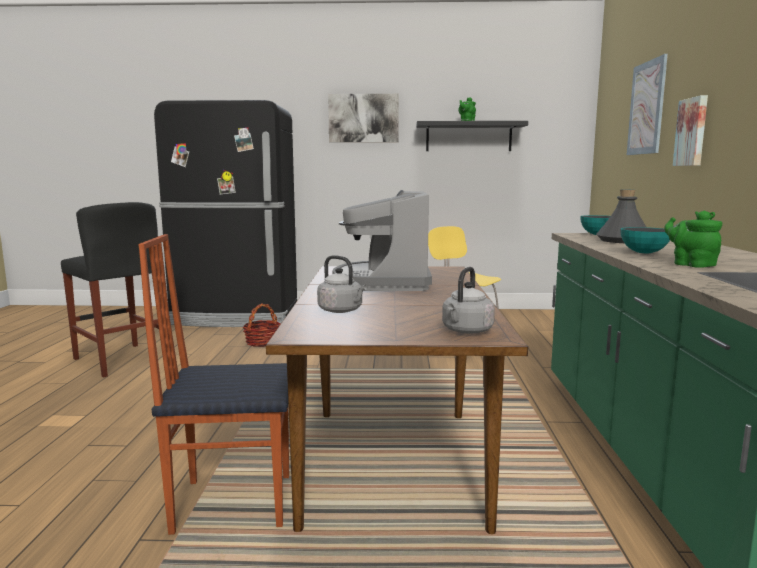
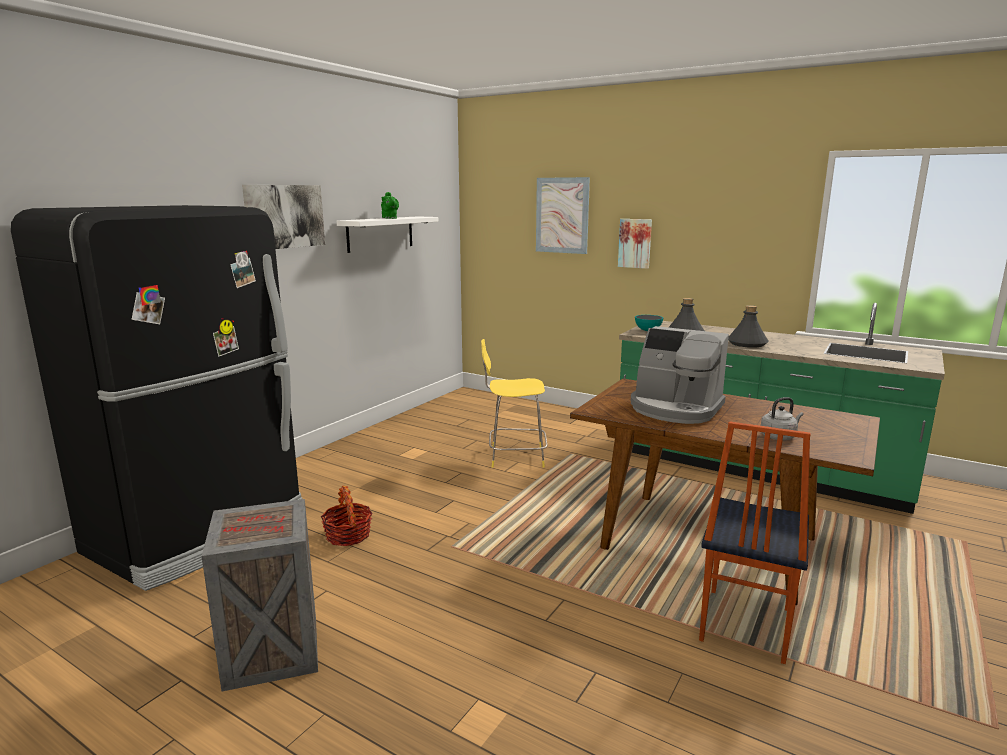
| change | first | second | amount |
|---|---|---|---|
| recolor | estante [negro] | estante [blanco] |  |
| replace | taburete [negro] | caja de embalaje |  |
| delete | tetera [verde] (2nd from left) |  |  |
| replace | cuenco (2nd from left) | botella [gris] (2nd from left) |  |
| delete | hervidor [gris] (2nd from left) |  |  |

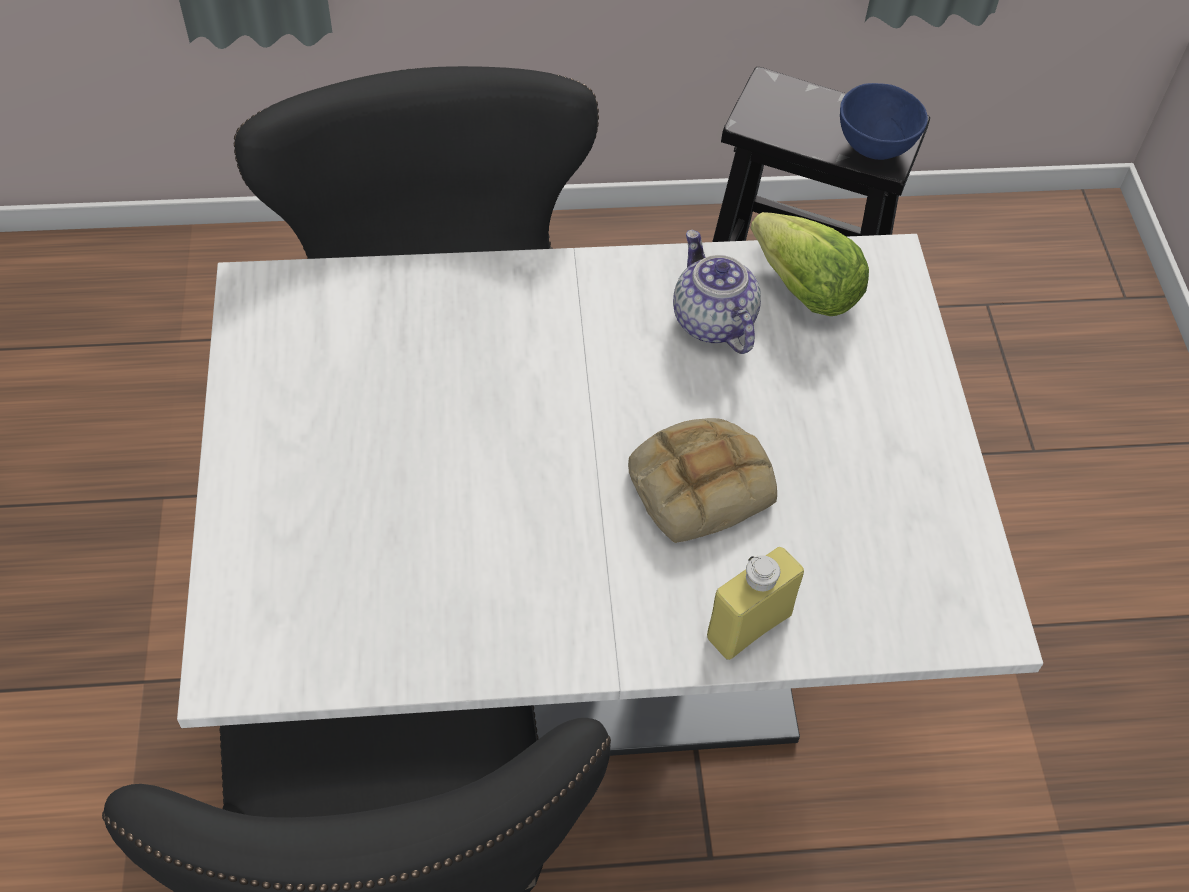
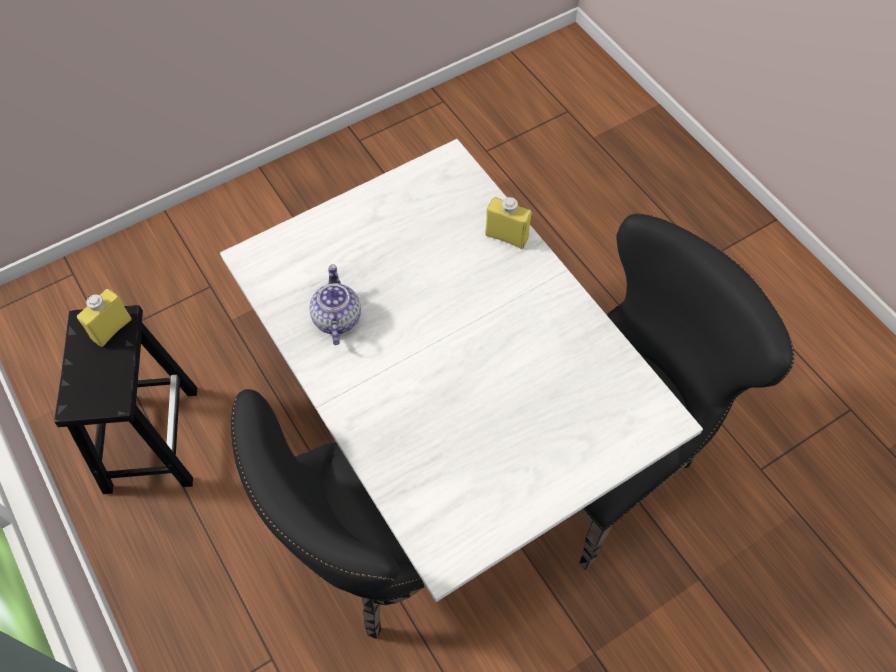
| change | first | second | amount |
|---|---|---|---|
| replace | cuenco [azul] | botella [amarillo] (1st from left) |  |
| delete | lechuga |  |  |
| rotate | tetera |  | 135 degrees clockwise |
| delete | pan |  |  |

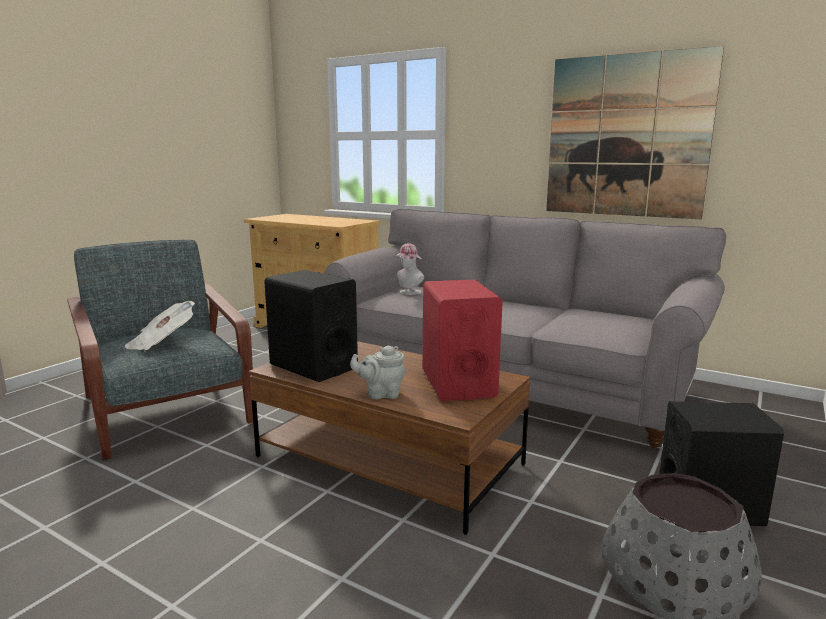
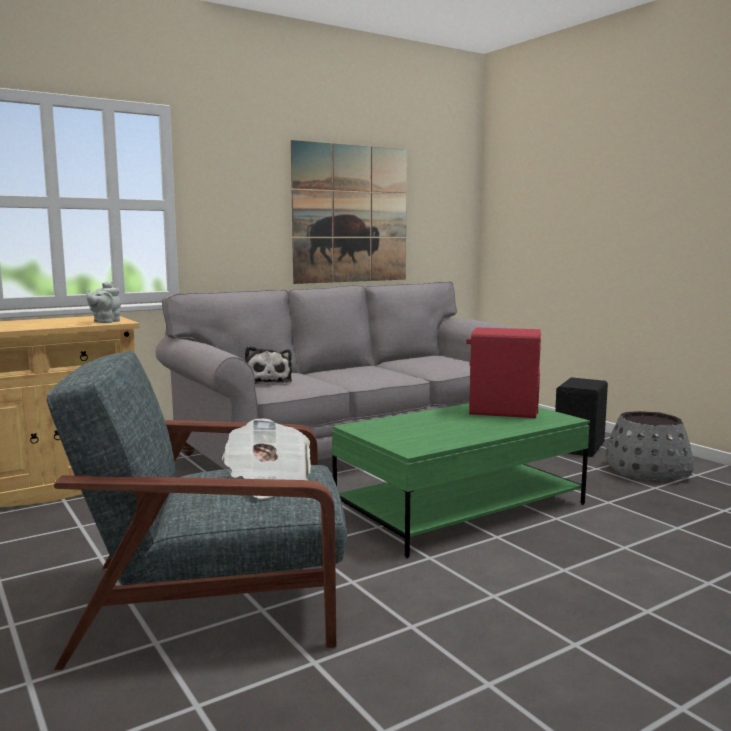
| change | first | second | amount |
|---|---|---|---|
| replace | sombrero | peluche |  |
| delete | altavoz [negro] (1st from left) |  |  |
| recolor | mesa de centro [marrón] | mesa de centro [verde] |  |
| move | tetera [gris] |  |  |

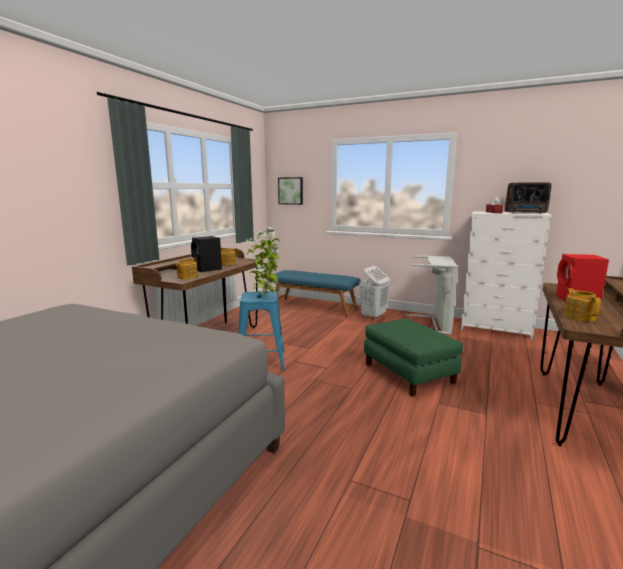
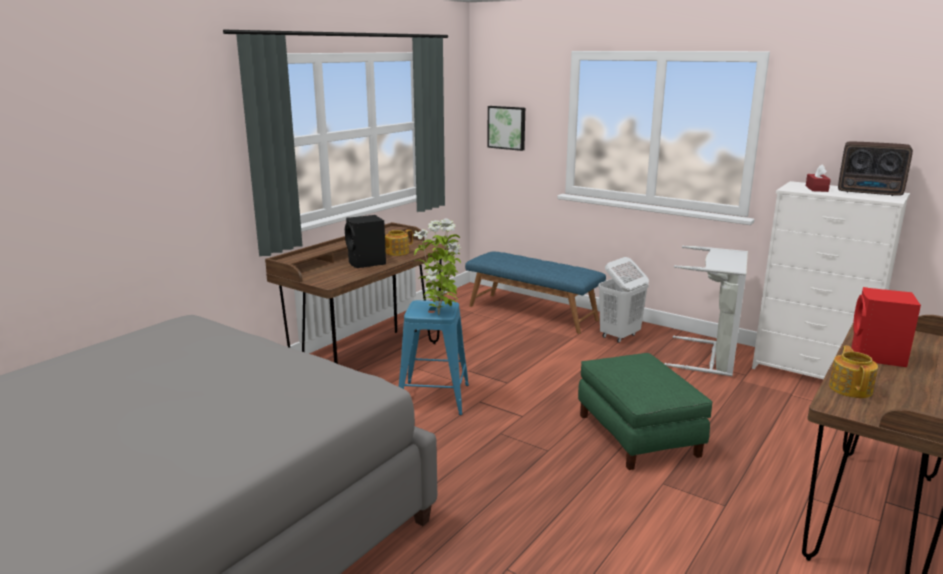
| change | first | second | amount |
|---|---|---|---|
| delete | tetera (1st from left) |  |  |

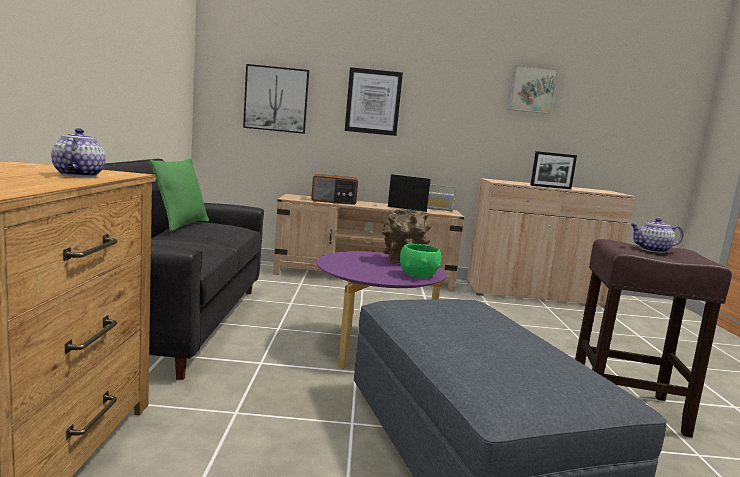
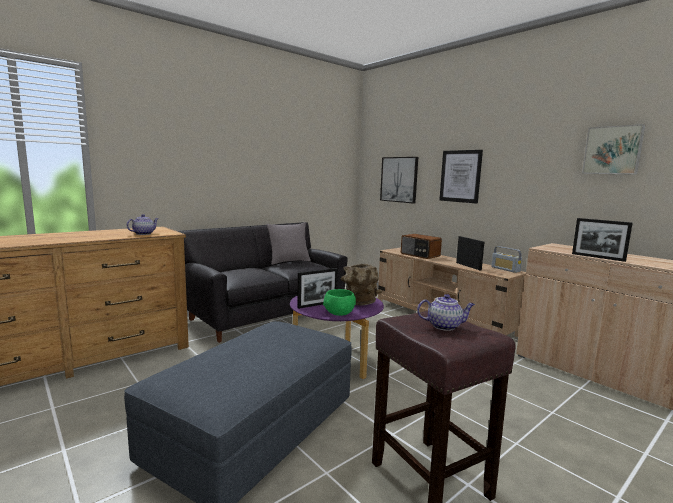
| change | first | second | amount |
|---|---|---|---|
| recolor | cojín [verde] | cojín [gris] |  |
| rotate | tetera (2nd from left) |  | 135 degrees clockwise |
| insert |  | portarretratos (1st from left) |  |

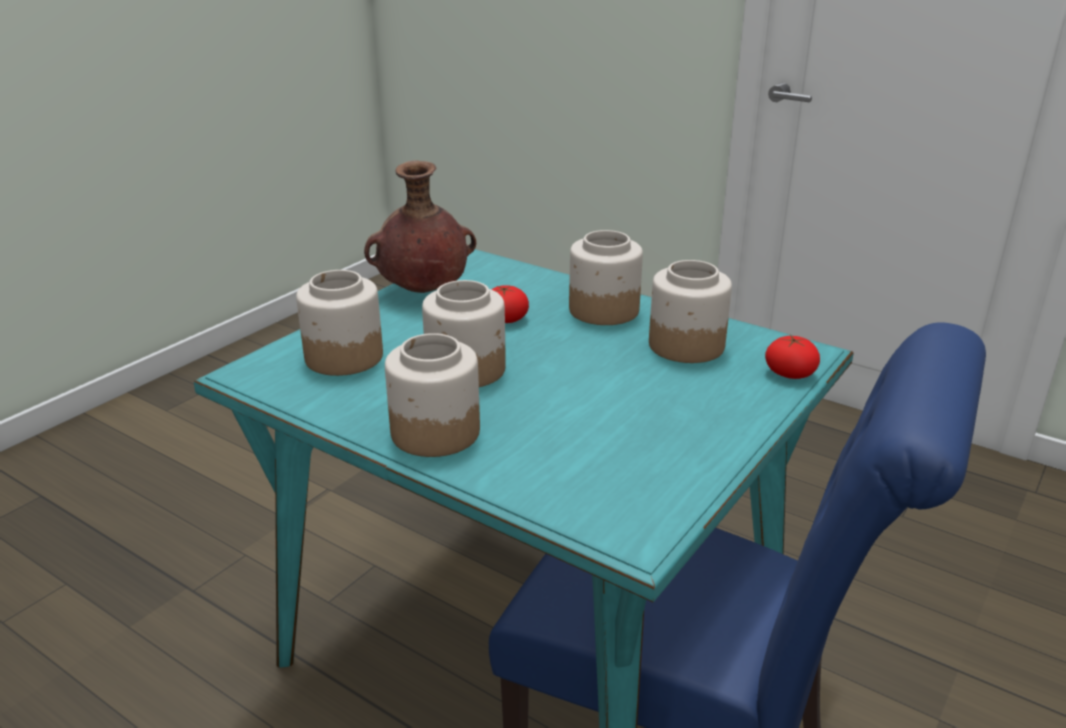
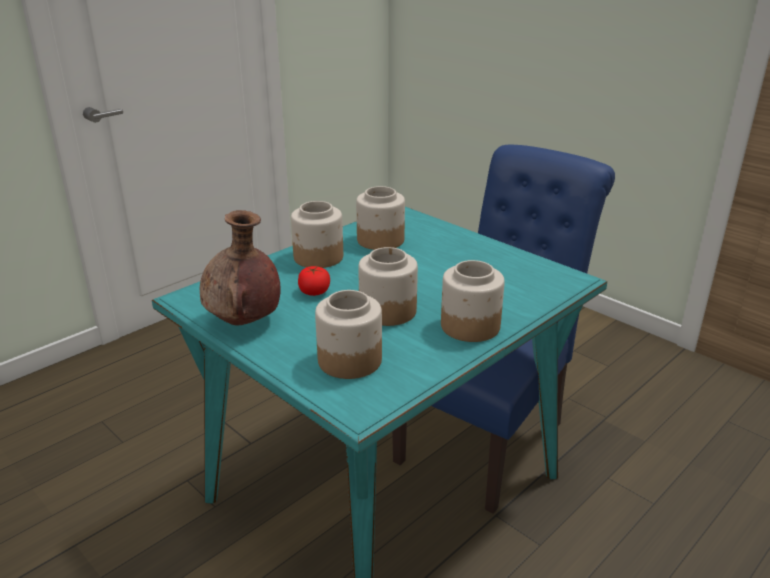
| change | first | second | amount |
|---|---|---|---|
| delete | tomate (2nd from left) |  |  |

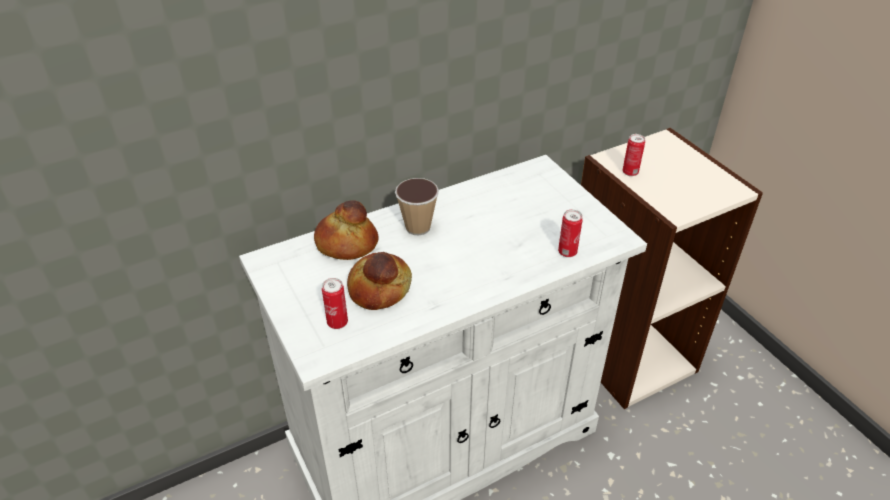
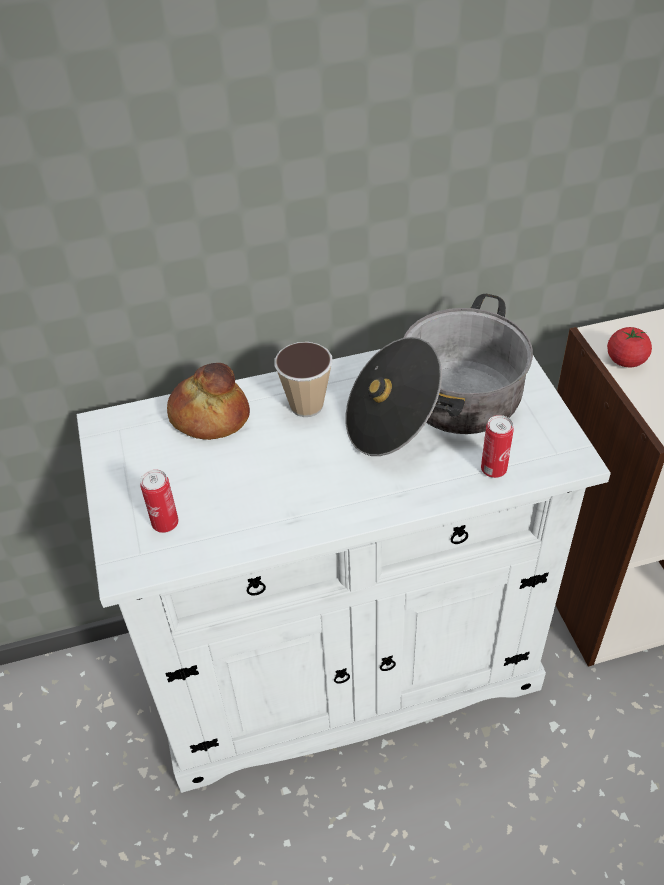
| change | first | second | amount |
|---|---|---|---|
| replace | lata (3rd from left) | tomate |  |
| delete | pan (2nd from left) |  |  |
| insert |  | olla |  |

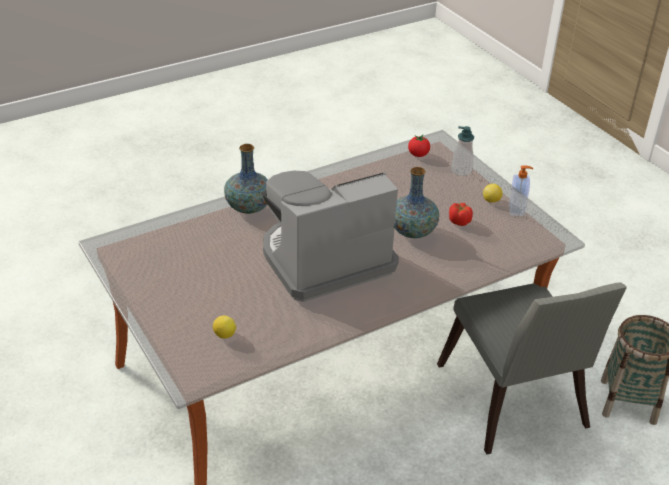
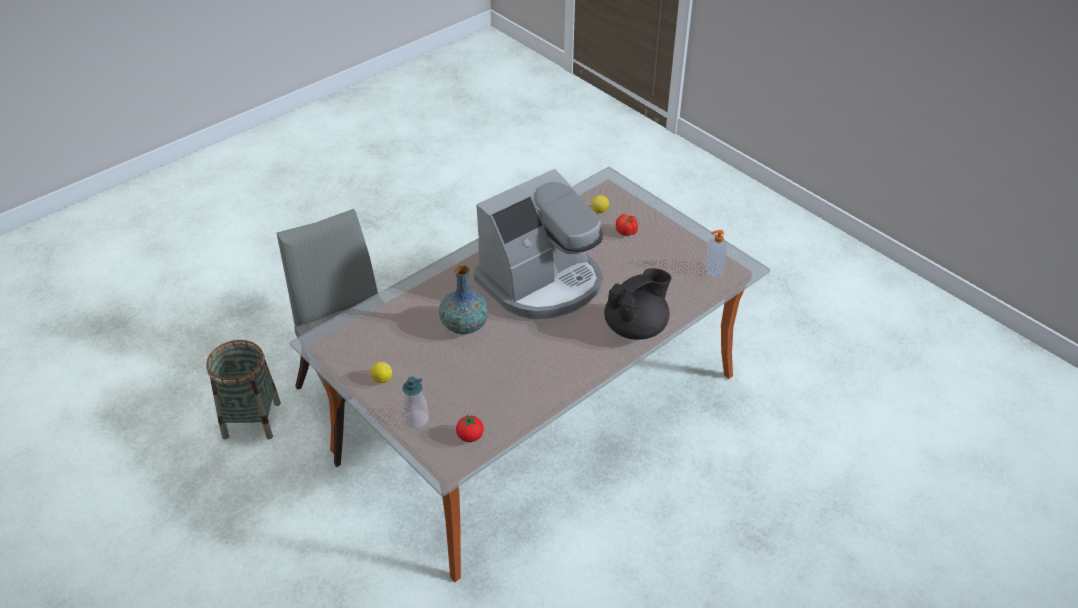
| change | first | second | amount |
|---|---|---|---|
| replace | florero (1st from left) | tetera [negro] |  |
| move | dispensador de jabón (2nd from left) |  |  |
| move | tomate (2nd from left) |  |  |

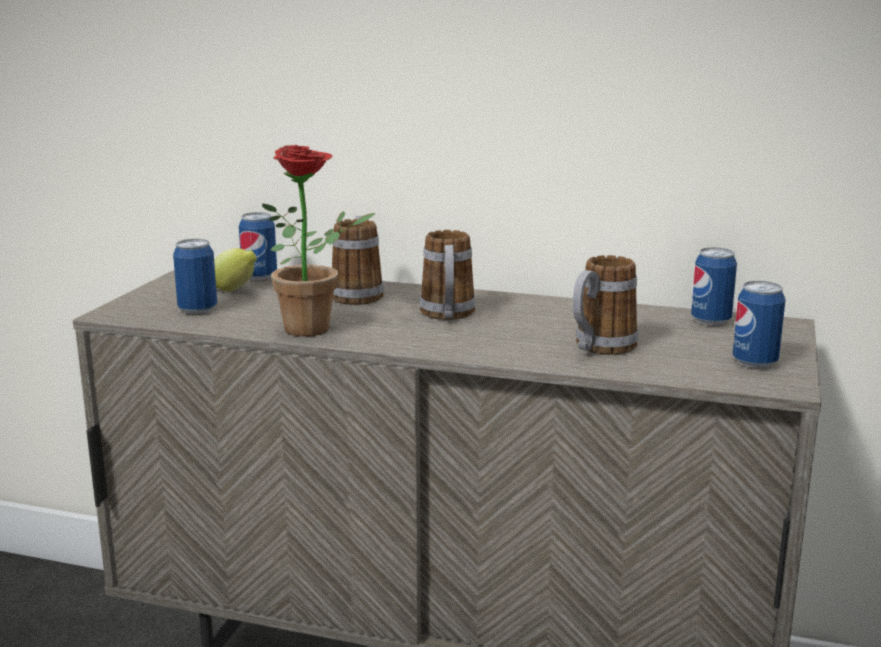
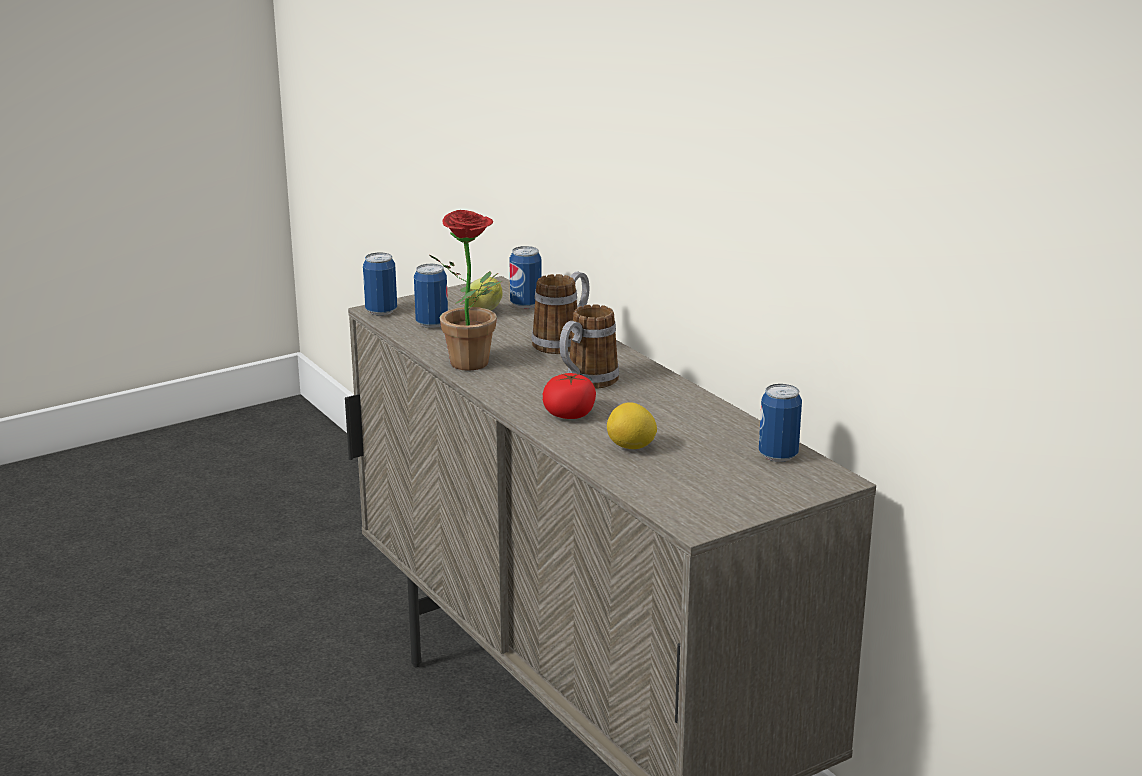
| change | first | second | amount |
|---|---|---|---|
| replace | taza grande (3rd from left) | limón (2nd from left) |  |
| move | lata (4th from left in the first image) | lata (1st from left) |  |
| insert |  | tomate |  |

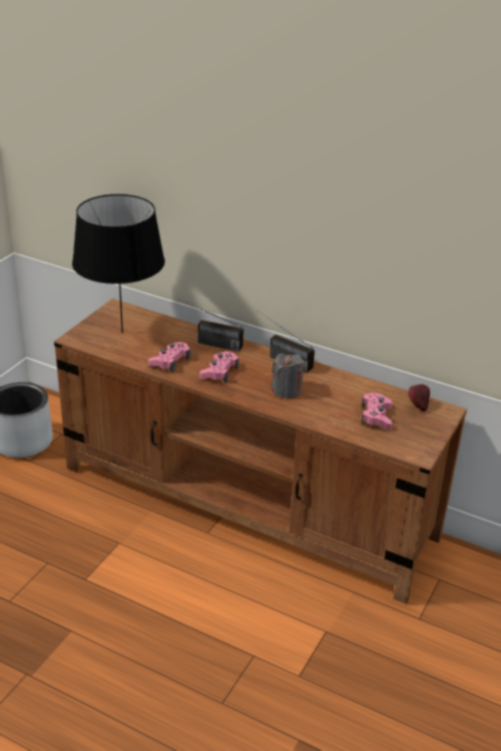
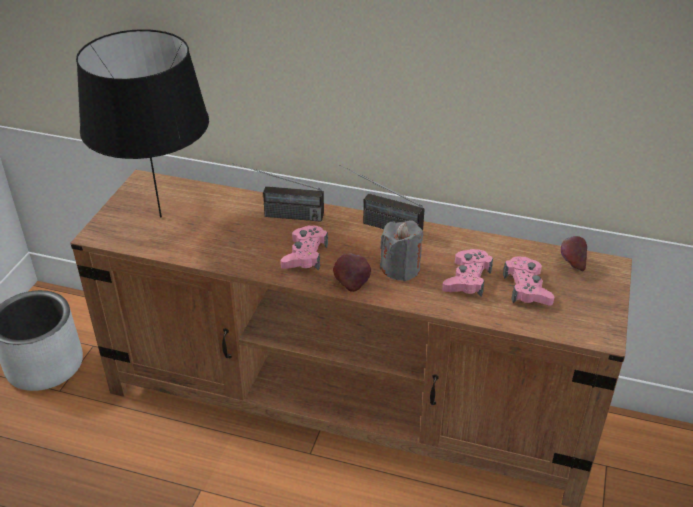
| change | first | second | amount |
|---|---|---|---|
| move | mando de consola [rosa] (1st from left in the first image) | mando de consola [rosa] (2nd from left) |  |
| insert |  | manzana (1st from left) |  |

